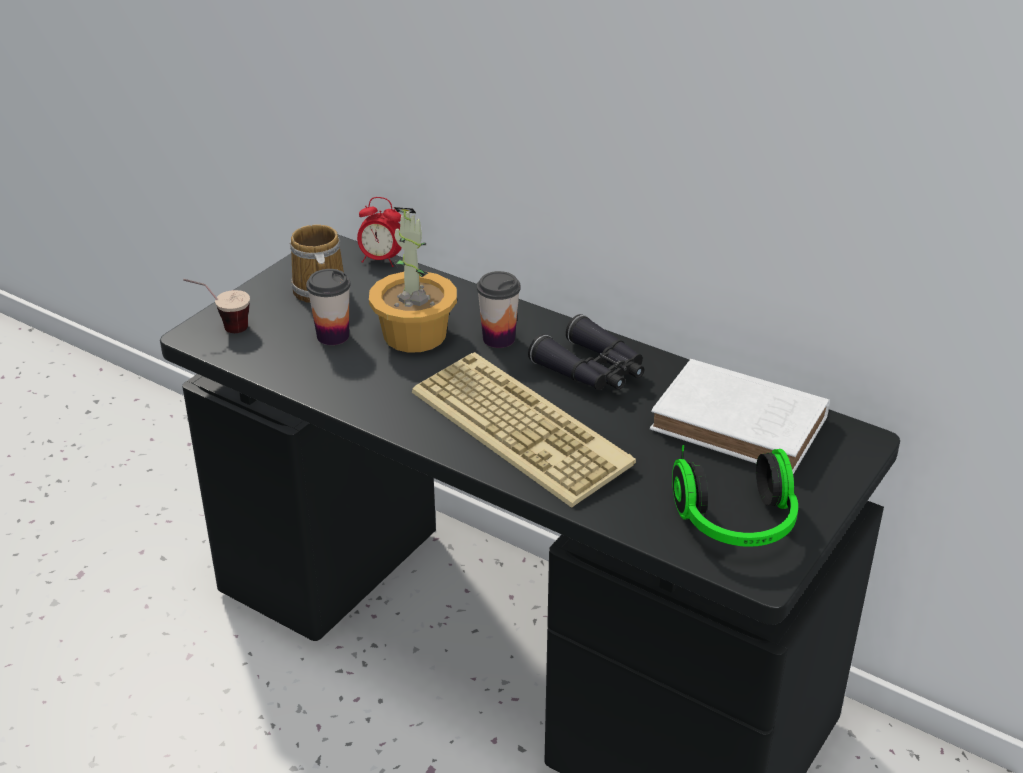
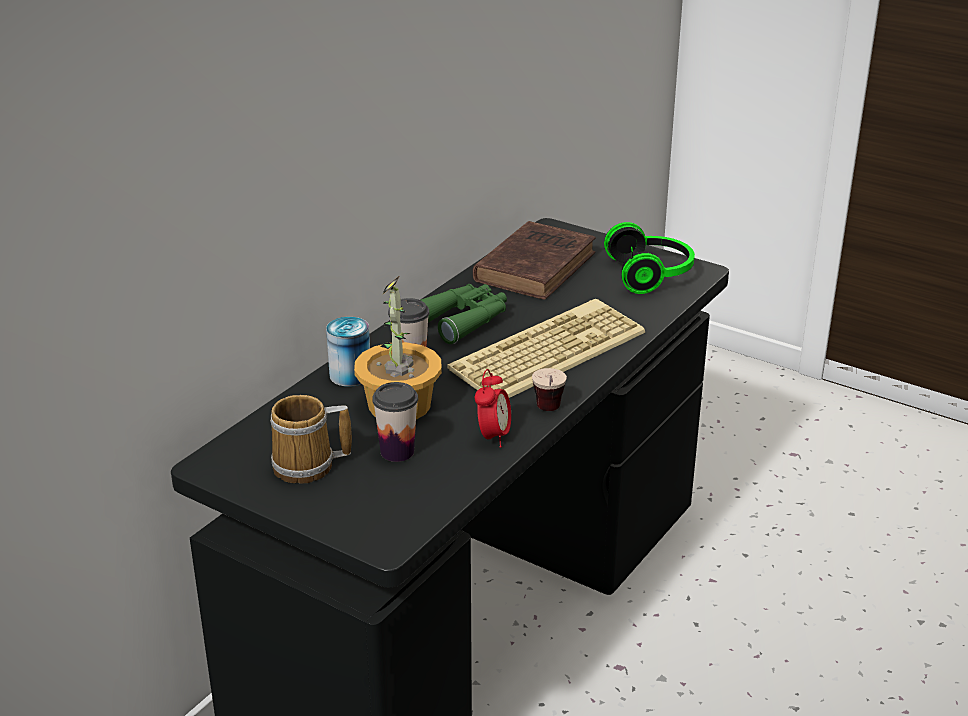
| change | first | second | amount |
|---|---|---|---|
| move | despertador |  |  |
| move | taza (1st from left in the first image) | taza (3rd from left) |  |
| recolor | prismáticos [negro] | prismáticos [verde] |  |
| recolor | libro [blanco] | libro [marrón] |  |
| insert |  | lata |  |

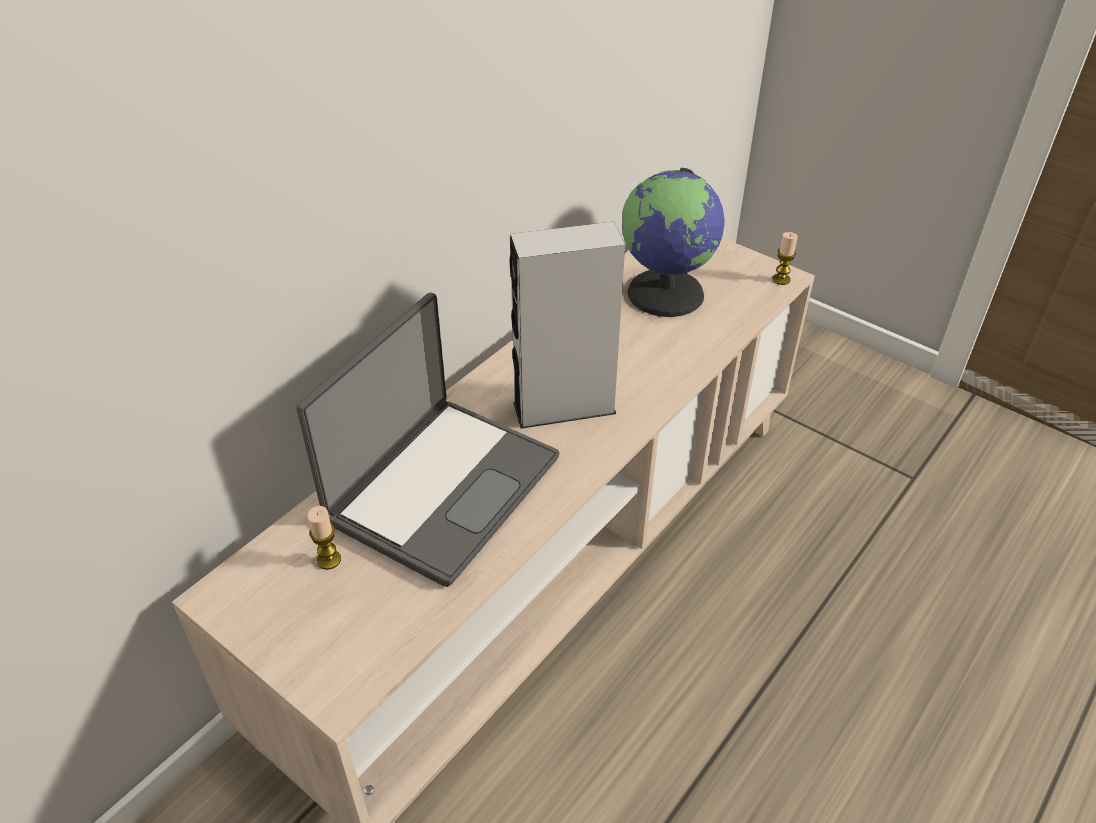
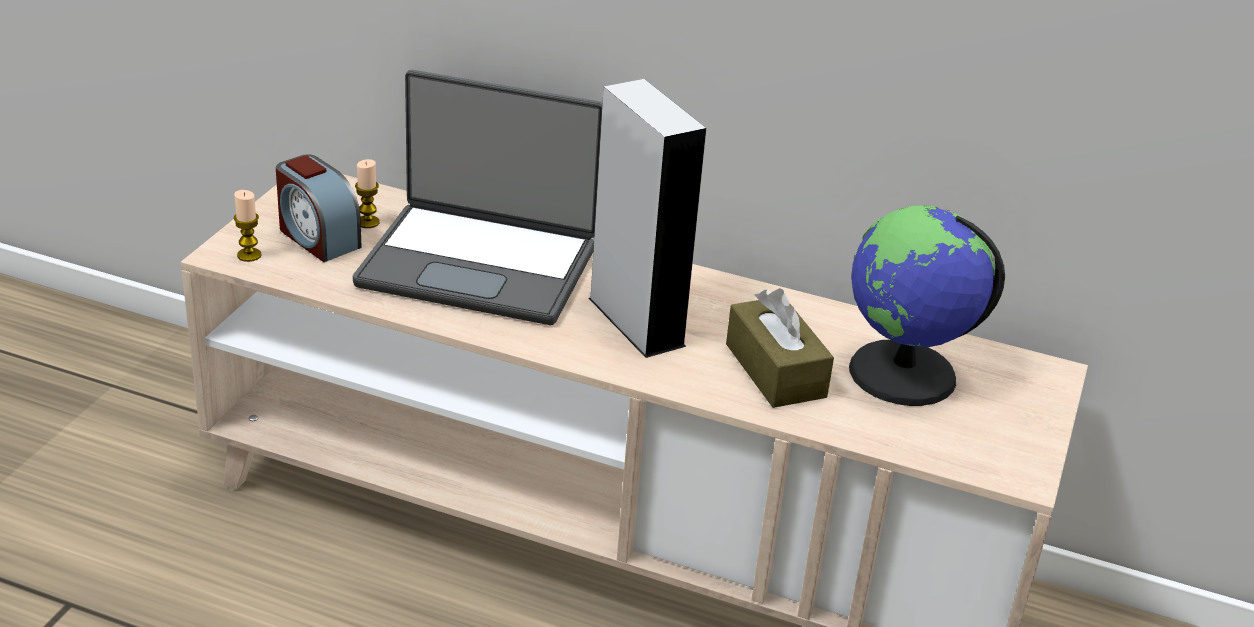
| change | first | second | amount |
|---|---|---|---|
| move | vela (2nd from left in the first image) | vela (1st from left) |  |
| insert |  | despertador |  |
| insert |  | caja de pañuelos [marrón] |  |

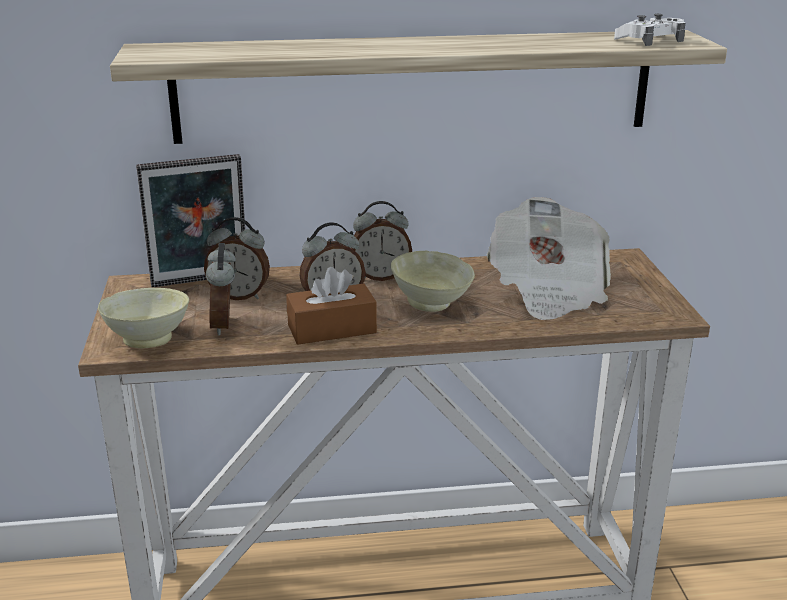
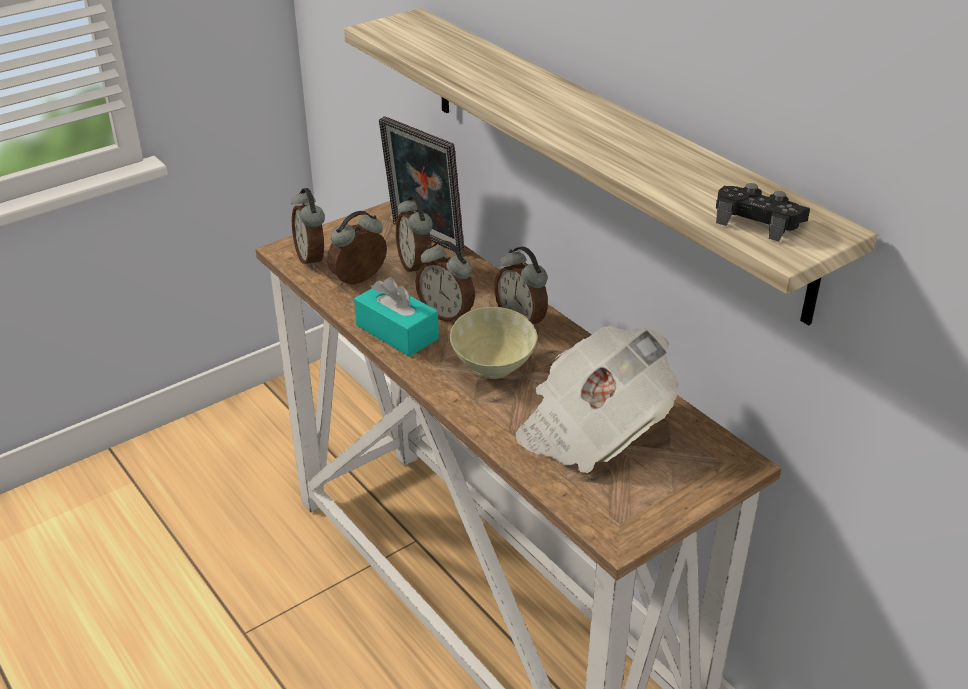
| change | first | second | amount |
|---|---|---|---|
| recolor | mando de consola [blanco] | mando de consola [negro] |  |
| recolor | caja de pañuelos [marrón] | caja de pañuelos [turquesa] |  |
| replace | cuenco [beis] (1st from left) | despertador (1st from left) |  |

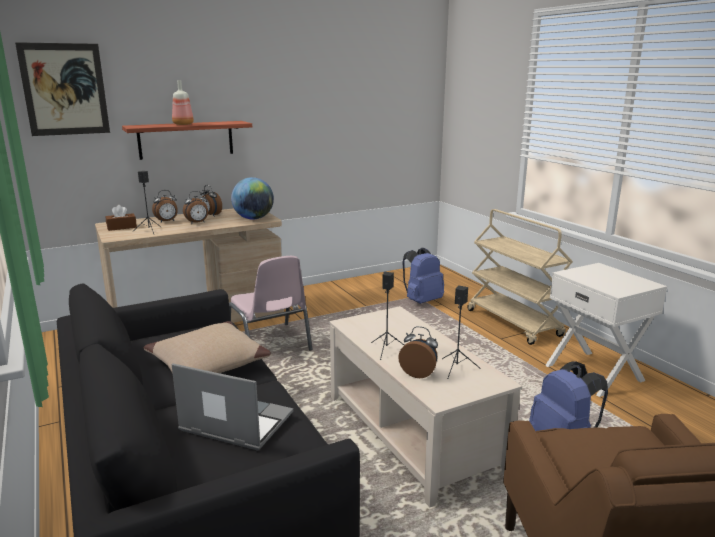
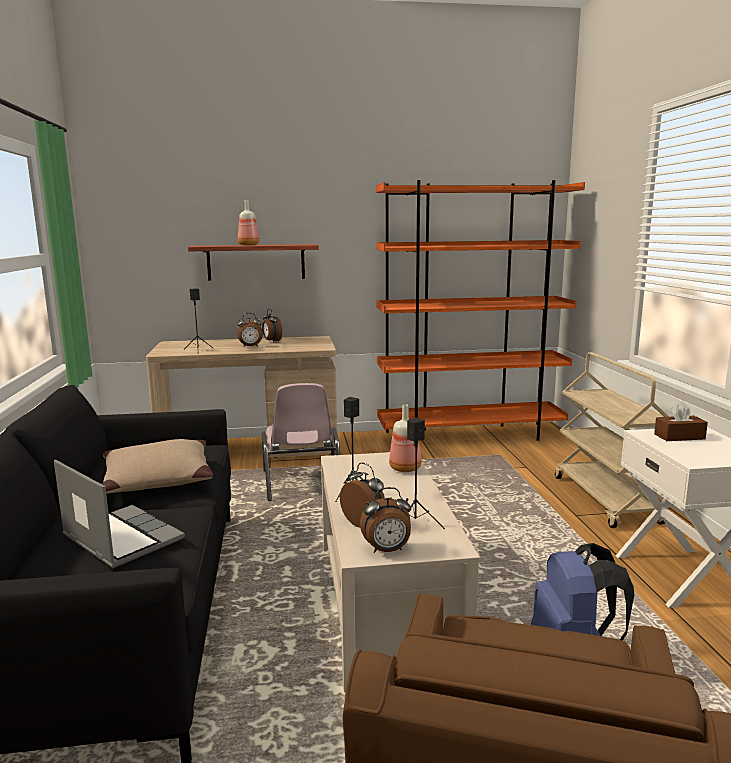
| change | first | second | amount |
|---|---|---|---|
| delete | cuadro |  |  |
| delete | globo terráqueo |  |  |
| move | despertador (1st from left in the first image) | despertador (4th from left) |  |
| move | caja de pañuelos [marrón] |  |  |
| delete | mochila [azul] (1st from left) |  |  |
| insert |  | estantería [naranja] |  |
| insert |  | botella (2nd from left) |  |

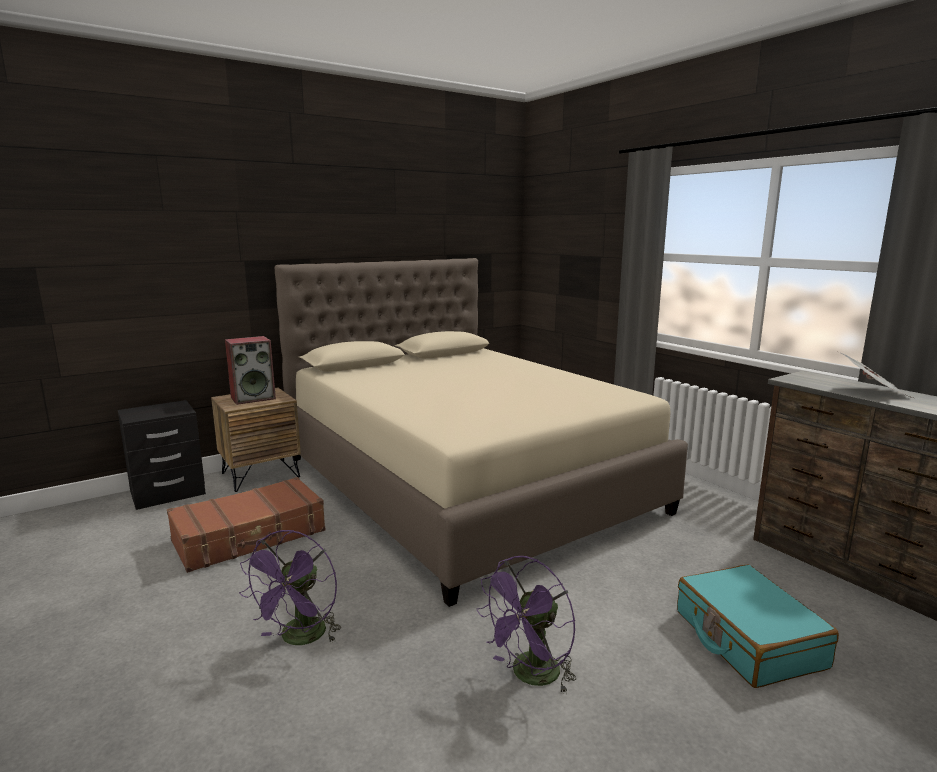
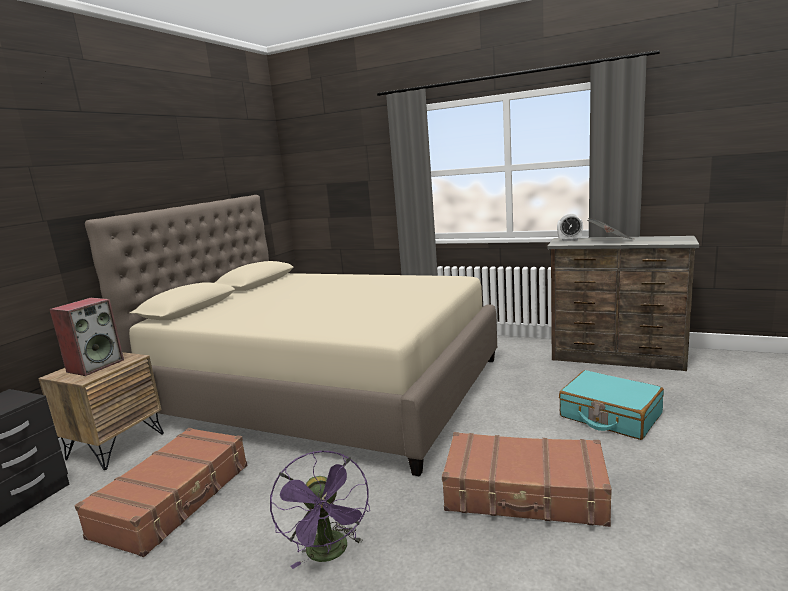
| change | first | second | amount |
|---|---|---|---|
| replace | ventilador [morado] (2nd from left) | maleta [marrón] (2nd from left) |  |
| insert |  | despertador |  |

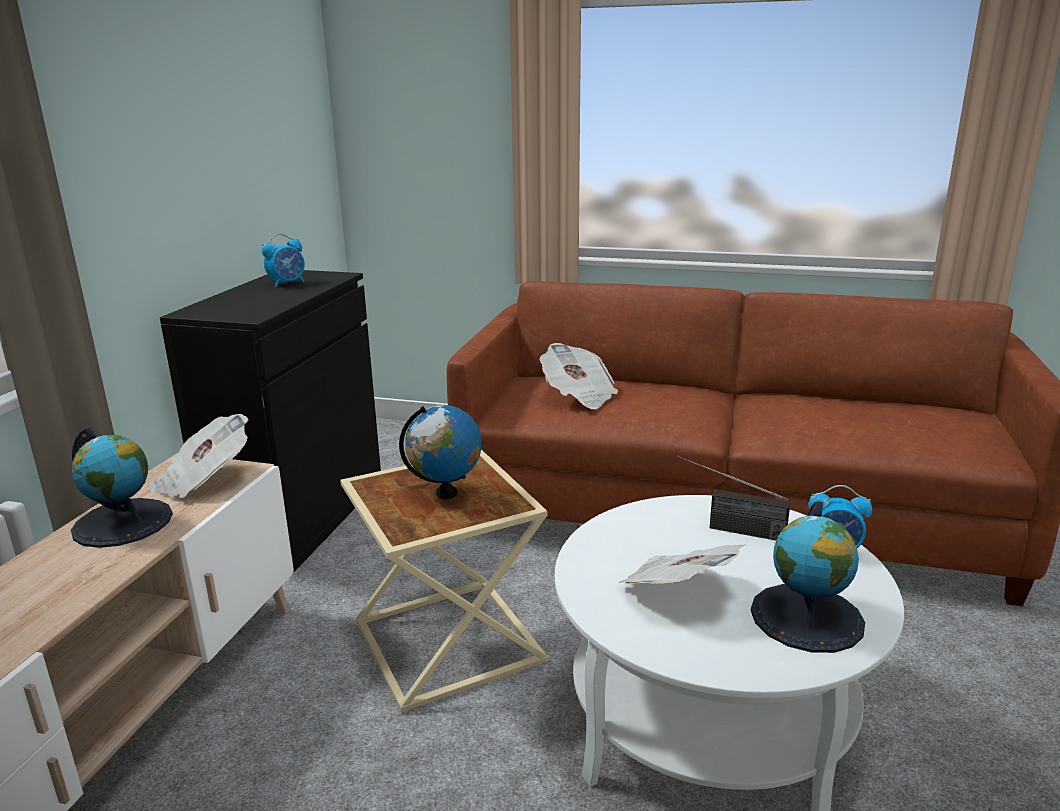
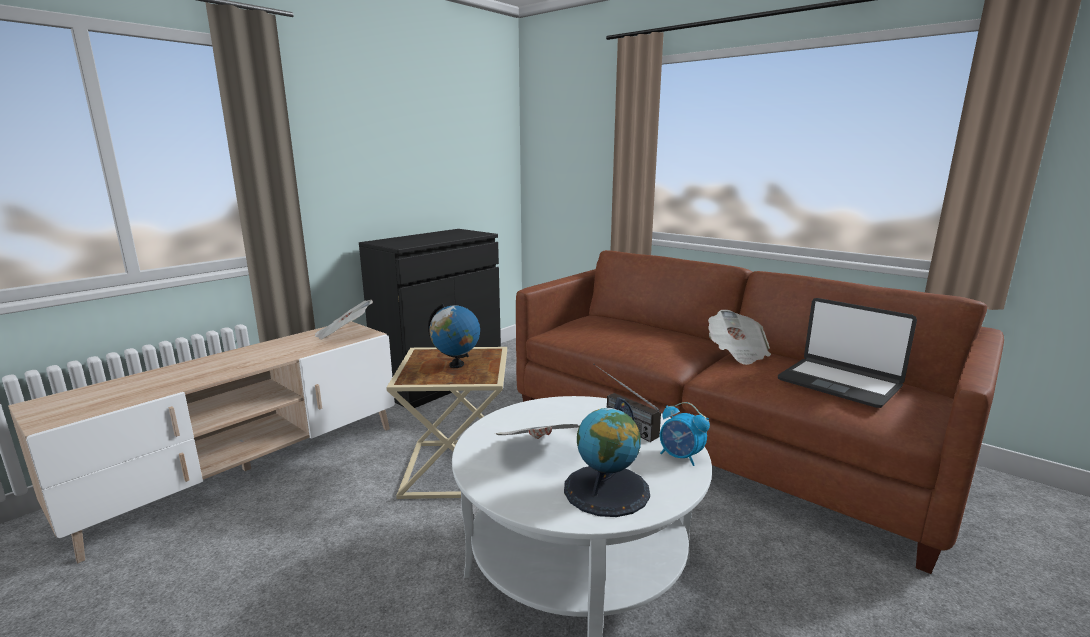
| change | first | second | amount |
|---|---|---|---|
| delete | despertador (1st from left) |  |  |
| move | periódico (2nd from left in the first image) | periódico (3rd from left) |  |
| delete | globo terráqueo (1st from left) |  |  |
| insert |  | portátil |  |

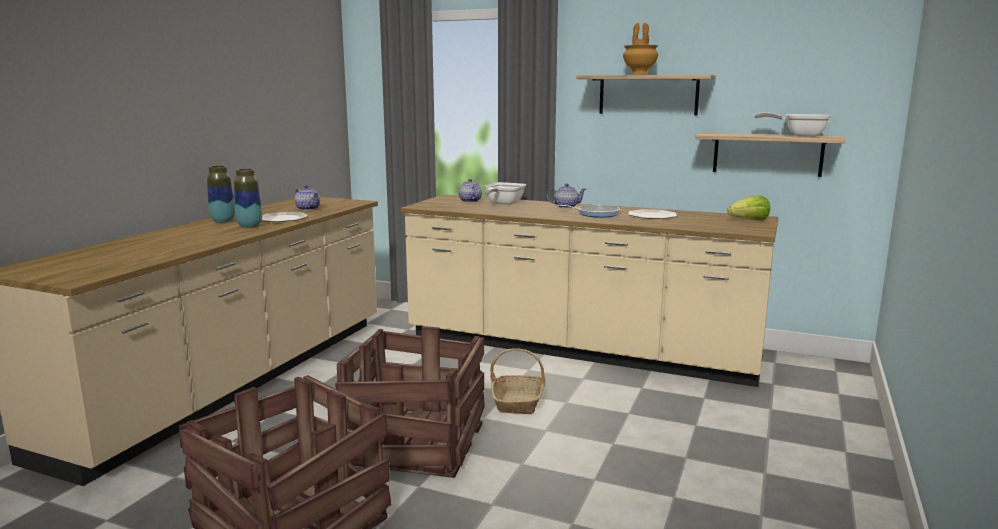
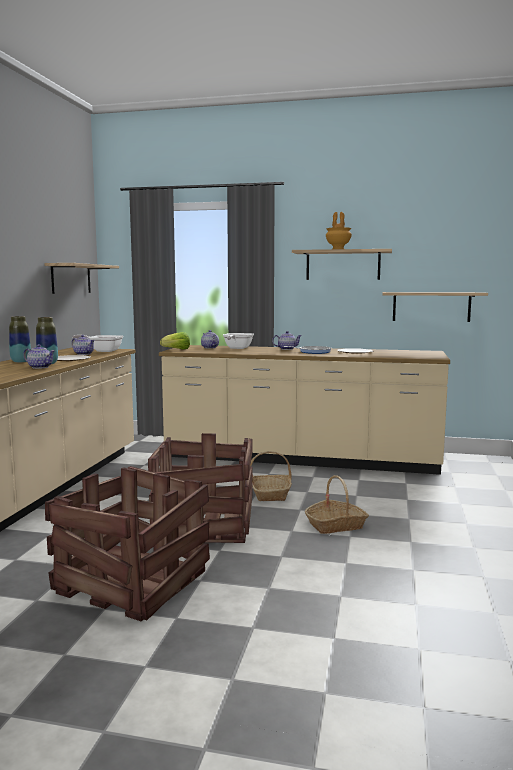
| change | first | second | amount |
|---|---|---|---|
| move | sartén (3rd from left in the first image) | sartén (1st from left) |  |
| move | lechuga |  |  |
| insert |  | estante (1st from left) |  |
| insert |  | tetera (1st from left) |  |
| insert |  | cesta (2nd from left) |  |

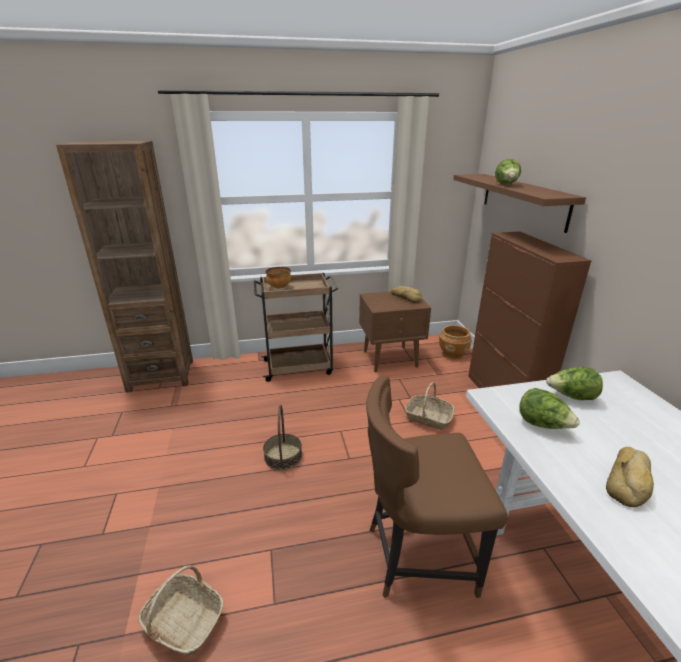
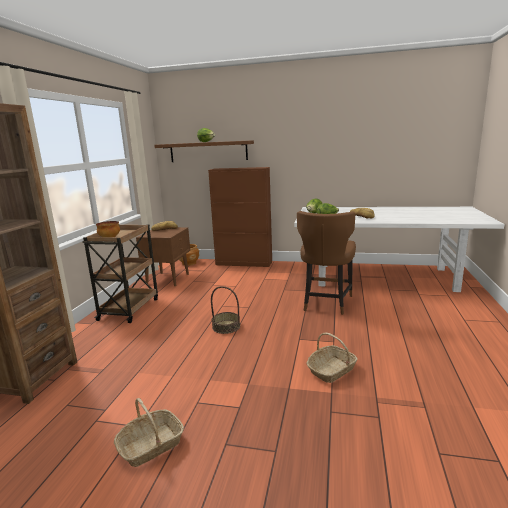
| change | first | second | amount |
|---|---|---|---|
| move | cesta (3rd from left in the first image) | cesta (1st from left) |  |

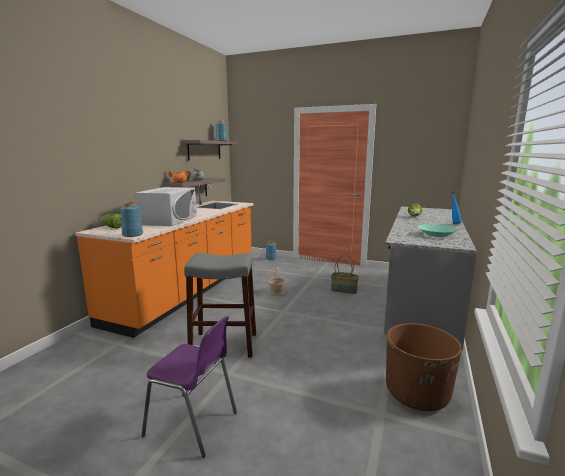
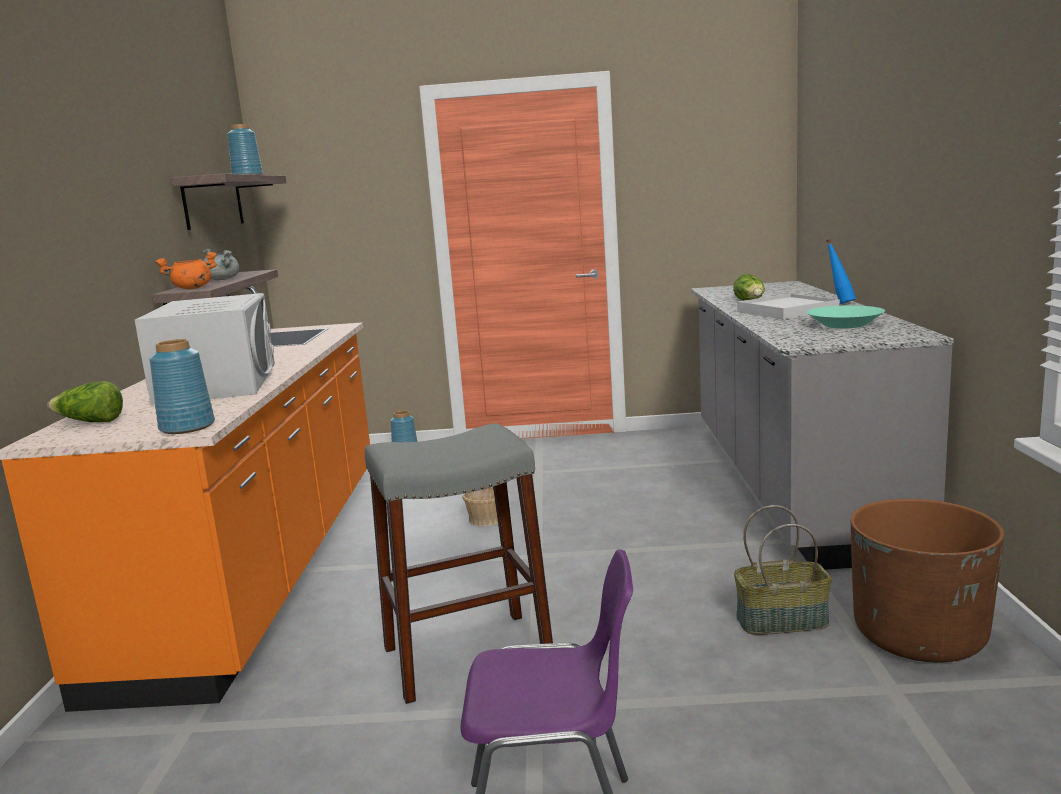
| change | first | second | amount |
|---|---|---|---|
| move | cesta (2nd from left) |  |  |
| insert |  | bandeja [blanco] |  |

